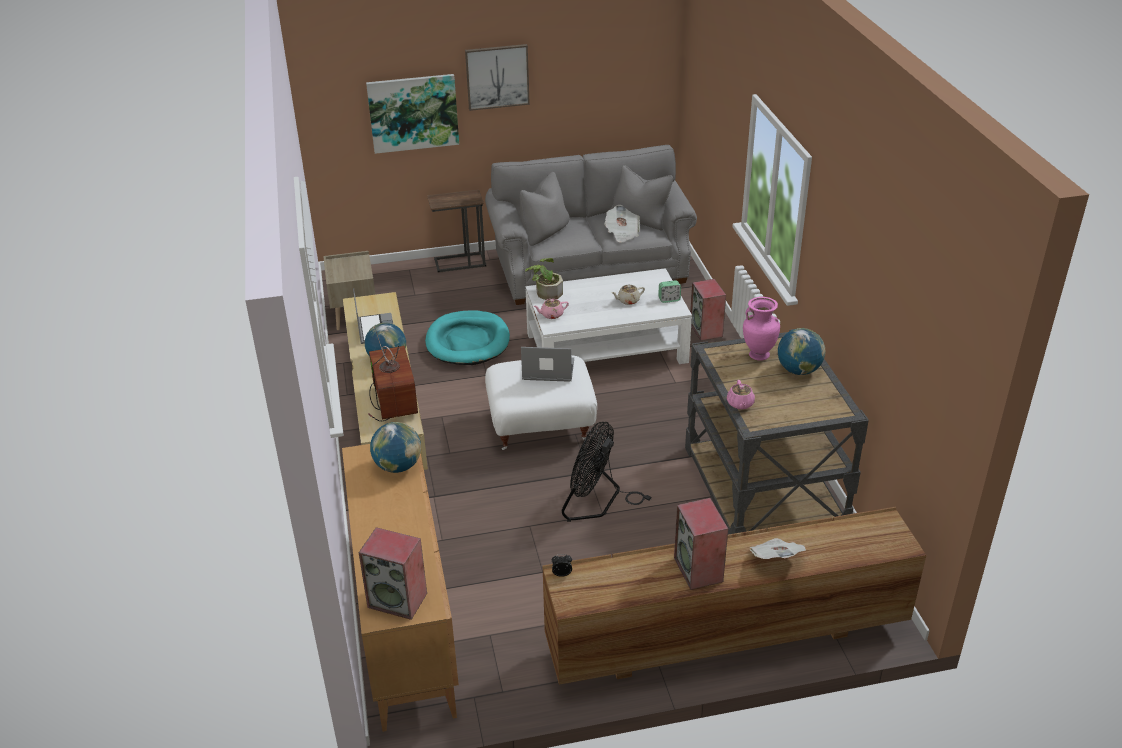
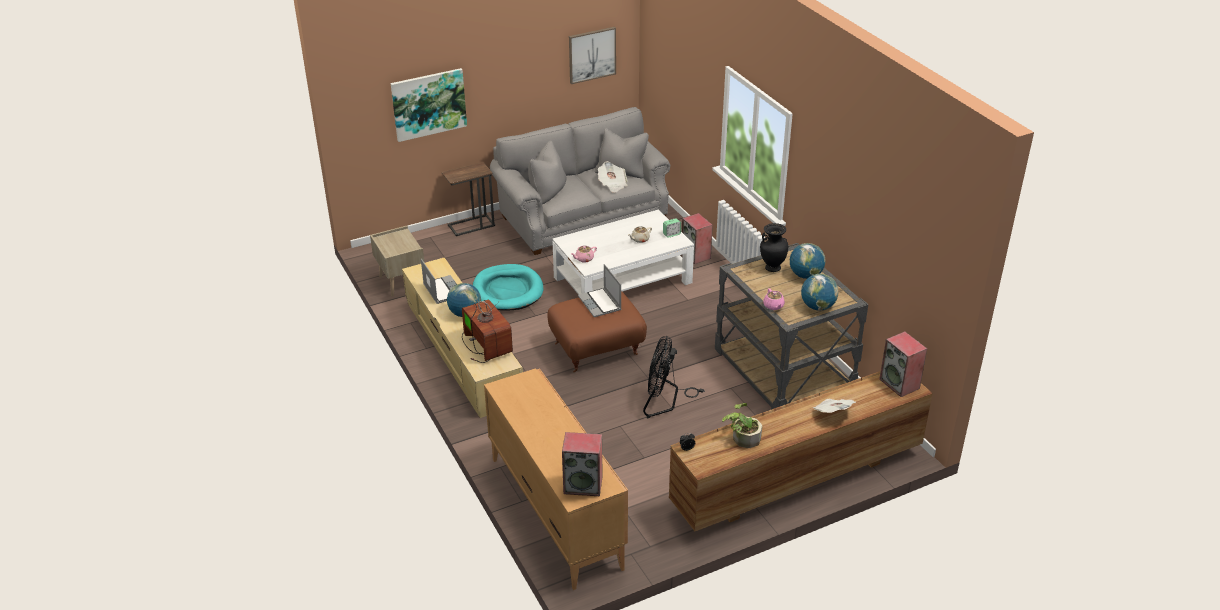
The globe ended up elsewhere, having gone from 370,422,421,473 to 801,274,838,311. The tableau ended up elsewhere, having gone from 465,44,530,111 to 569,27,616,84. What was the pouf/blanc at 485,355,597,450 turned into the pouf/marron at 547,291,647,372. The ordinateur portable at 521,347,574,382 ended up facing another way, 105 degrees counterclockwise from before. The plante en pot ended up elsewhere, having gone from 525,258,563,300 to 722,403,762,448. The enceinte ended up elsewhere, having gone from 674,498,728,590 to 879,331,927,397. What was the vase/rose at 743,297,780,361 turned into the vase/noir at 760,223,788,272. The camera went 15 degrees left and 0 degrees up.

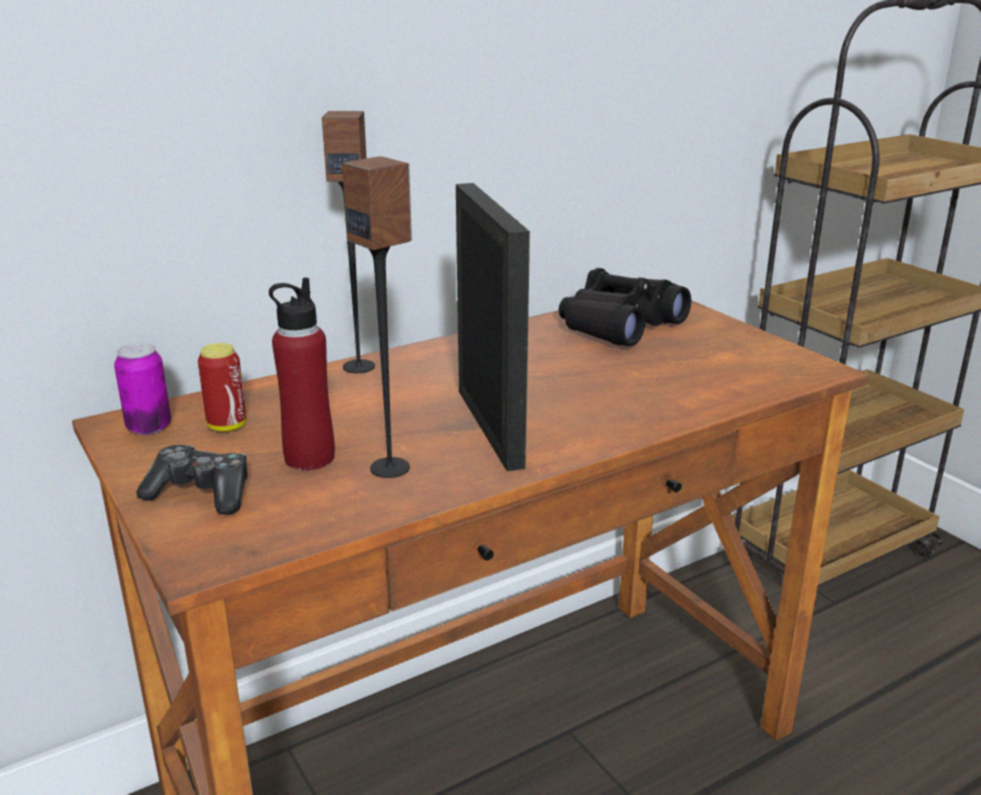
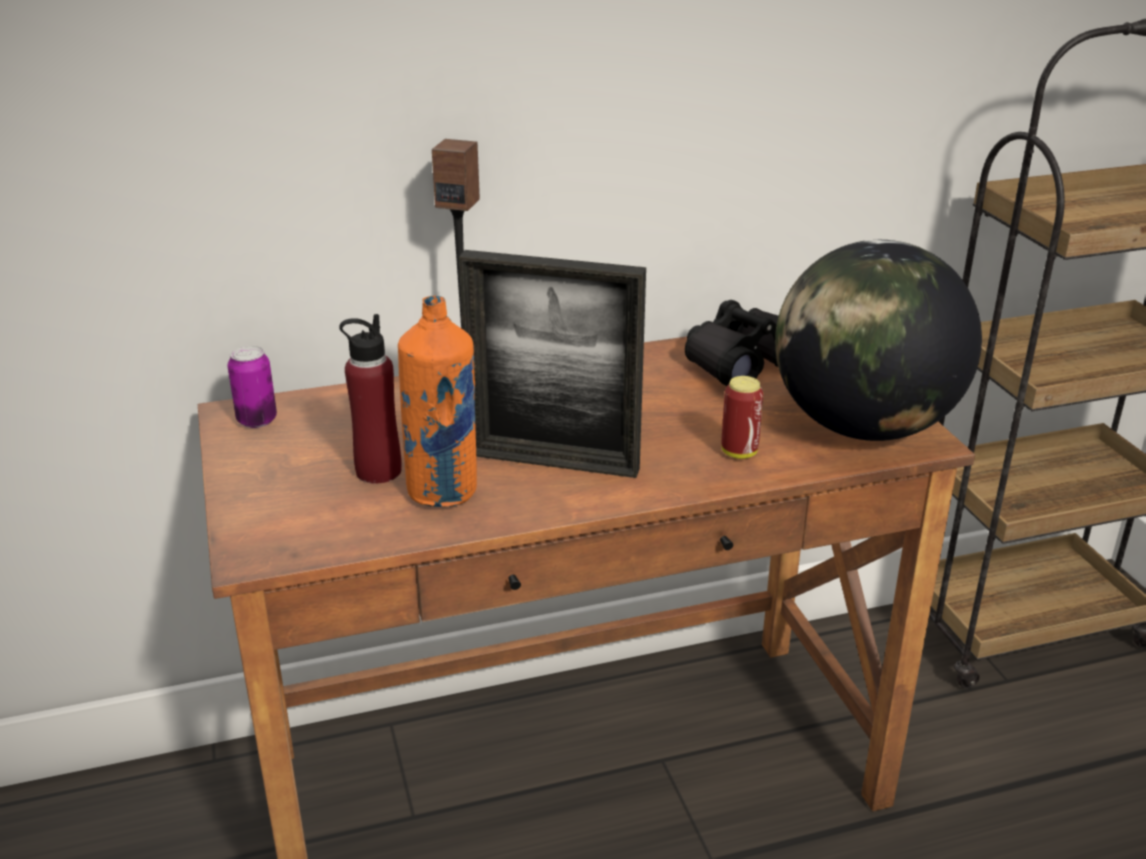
The second view lost the manette at 136,445,248,515. The boîte métallique ended up elsewhere, having gone from 198,343,246,432 to 721,376,763,459. Where the enceinte stood at 342,156,412,478, the bouteille/orange came to stand at 398,296,477,507. The cadre photo at 456,183,530,471 ended up facing another way, 105 degrees clockwise from before. The second view gained the globe at 775,240,982,441. The camera went 15 degrees right and 5 degrees up.

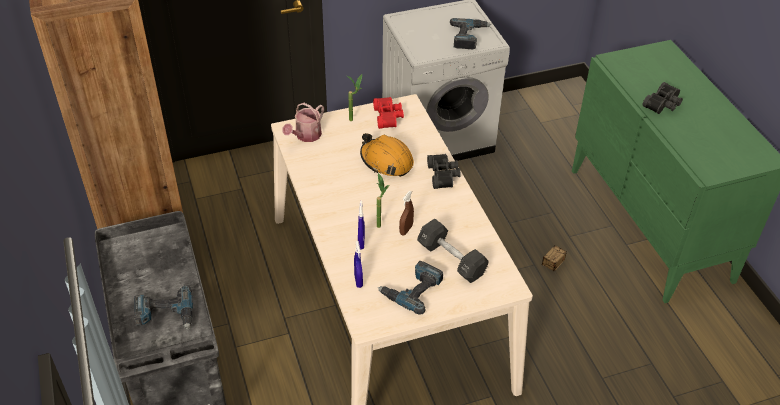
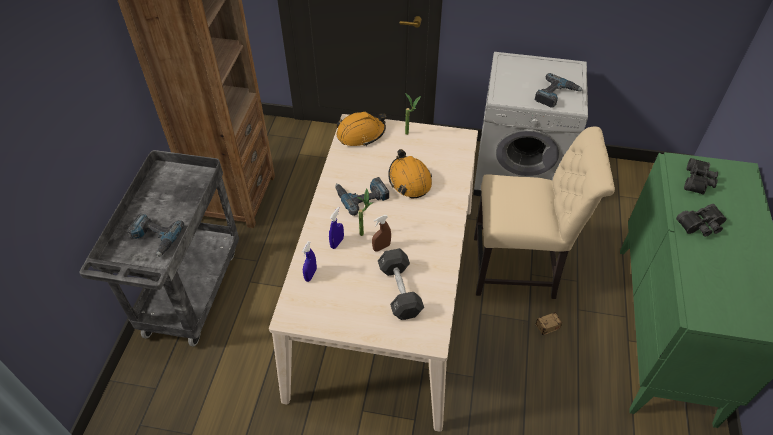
Where the arrosoir stood at 282,103,324,142, the casque de chantier/orange came to stand at 337,112,386,146. The second view lost the jumelles/rouge at 373,97,404,129. The perceuse ended up elsewhere, having gone from 378,261,443,315 to 335,177,389,216. The jumelles/noir ended up elsewhere, having gone from 427,154,461,189 to 684,158,718,195. The second view gained the chaise/beige at 474,126,615,299. The camera went 30 degrees right and 5 degrees up.

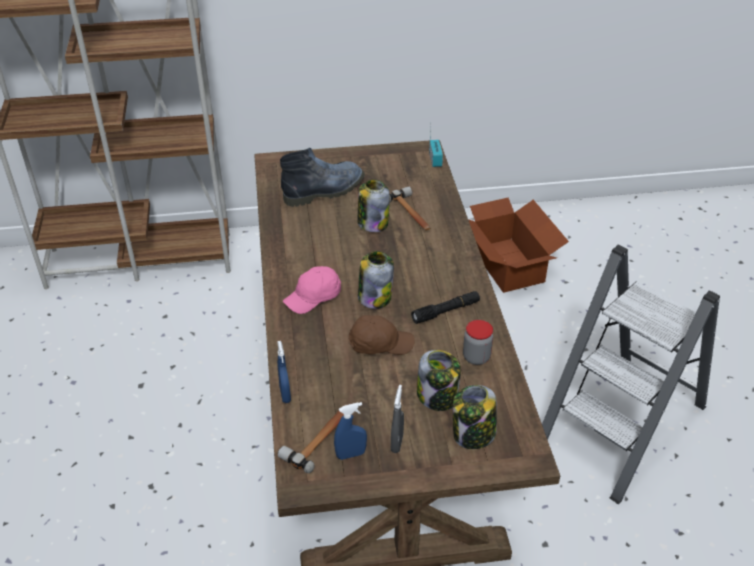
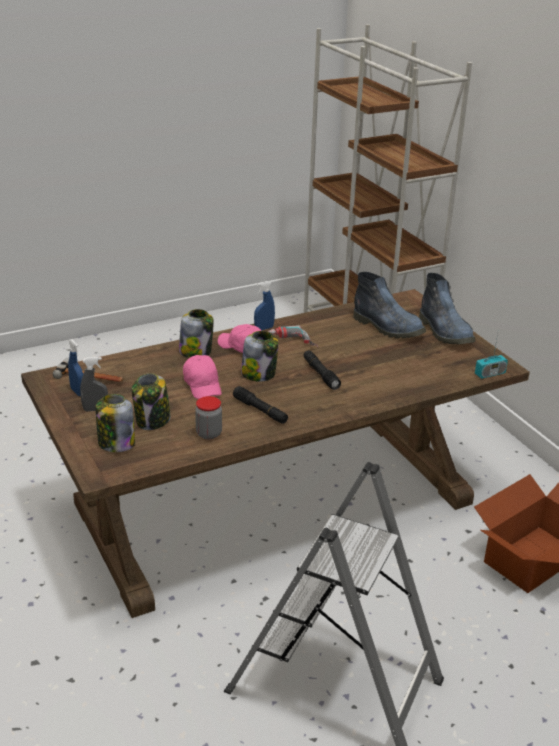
The vaporisateur/bleu ended up elsewhere, having gone from 277,341,291,403 to 254,281,275,330. What was the casquette/marron at 349,315,415,355 turned into the casquette/rose at 183,355,222,399. The bocal ended up elsewhere, having gone from 358,179,390,232 to 179,309,214,358. The second view lost the marteau at 389,187,431,231. The second view gained the perceuse at 268,325,318,348. The second view gained the lampe de poche/noir at 304,350,341,390. The second view gained the botte at 419,273,475,344. The camera went 70 degrees right and 10 degrees down.

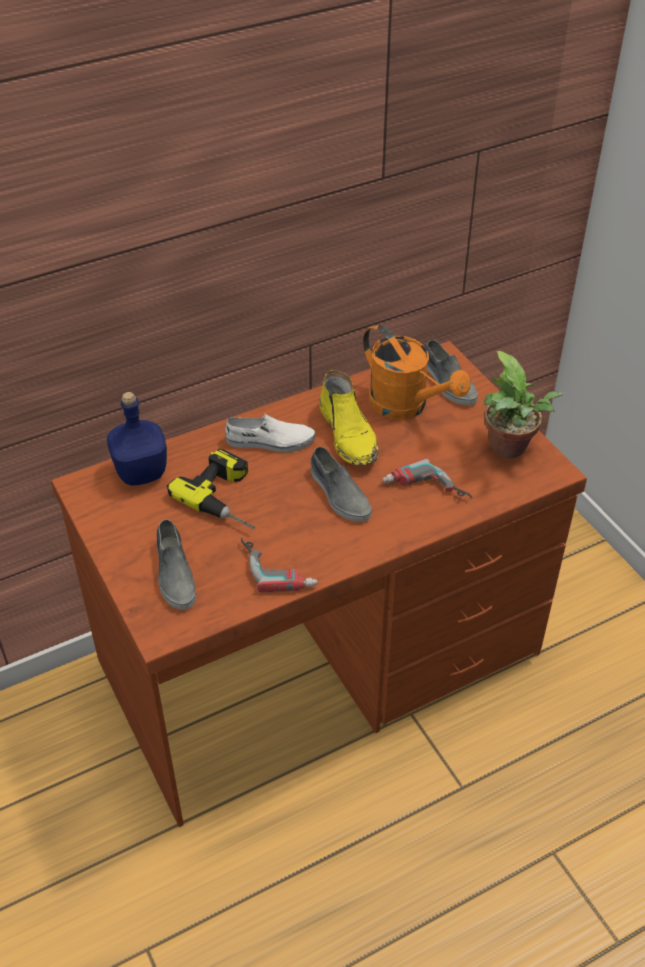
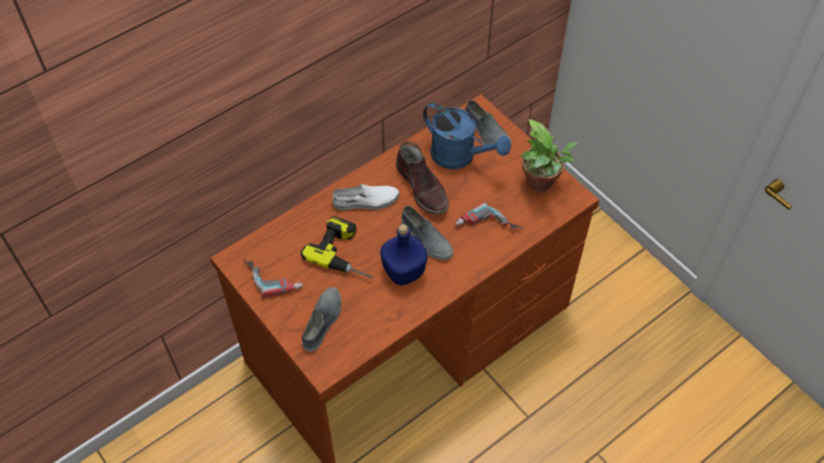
The bouteille/bleu ended up elsewhere, having gone from 107,392,167,485 to 380,224,427,285. The chaussure/gris at 157,519,196,610 ended up facing another way, 135 degrees counterclockwise from before. The perceuse ended up elsewhere, having gone from 241,538,318,593 to 244,258,303,298. What was the botte/jaune at 319,370,378,465 turned into the botte/marron at 396,141,449,215. What was the arrosoir/orange at 363,324,470,419 turned into the arrosoir/bleu at 423,103,511,170. The camera went 10 degrees left and 10 degrees up.

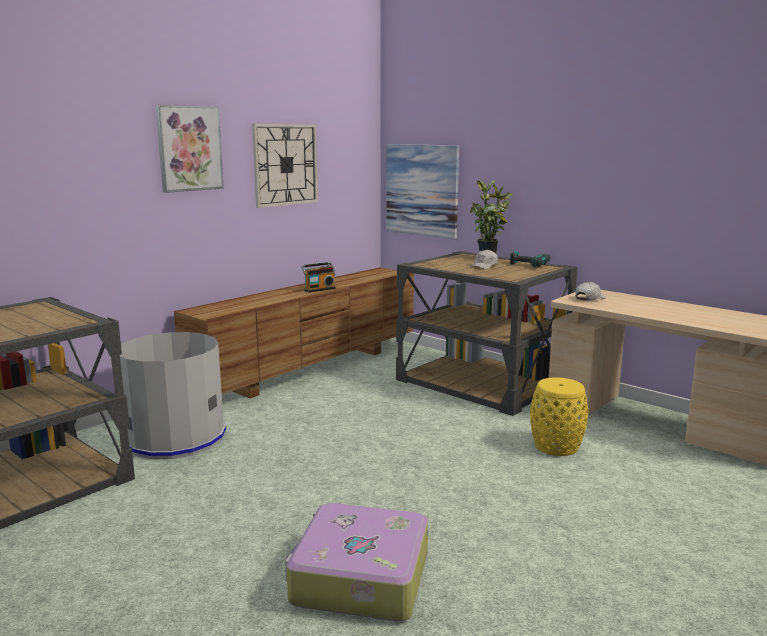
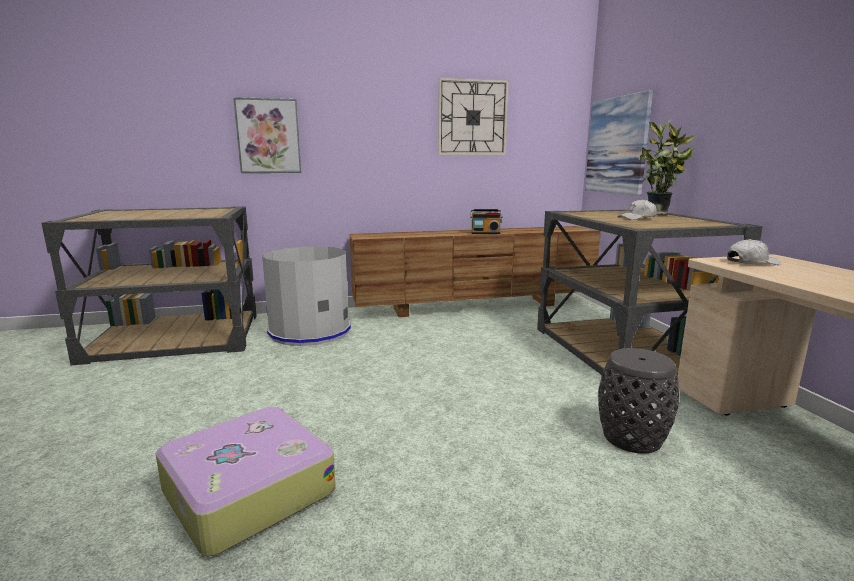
The tableau ended up elsewhere, having gone from 156,105,224,193 to 233,97,301,173. The second view lost the perceuse at 510,251,551,267. What was the tabouret/jaune at 530,377,588,456 turned into the tabouret/gris at 598,348,679,453. The camera went 35 degrees right and 0 degrees up.

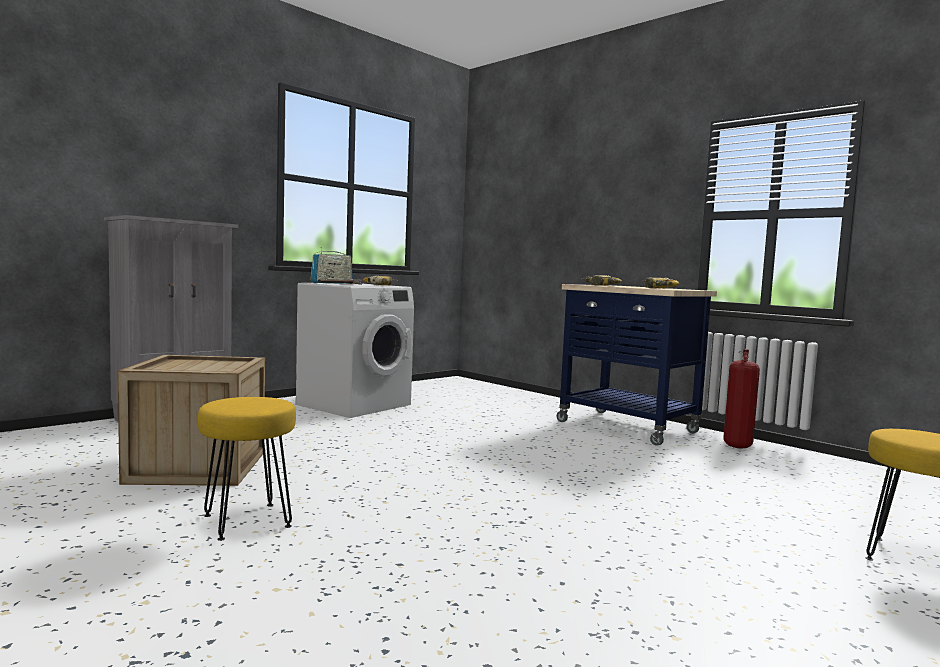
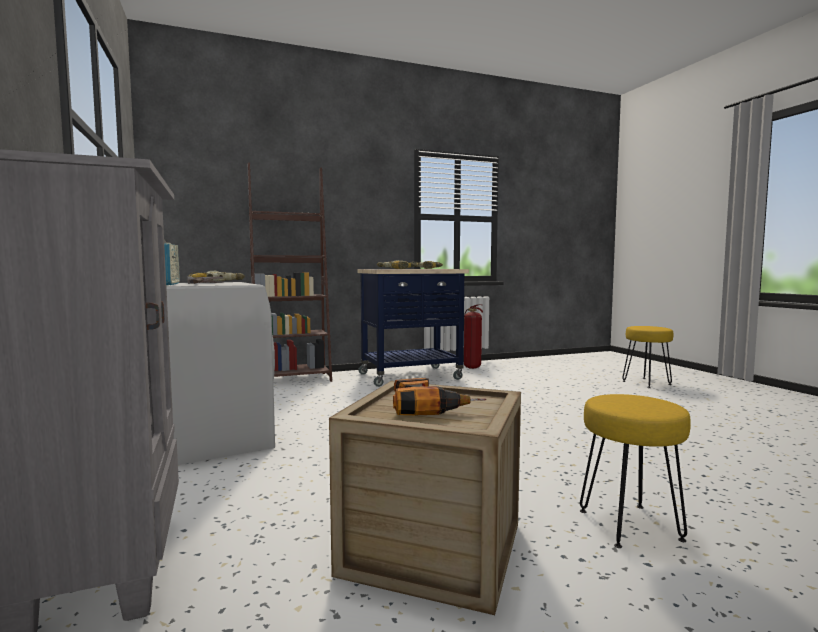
The second view gained the bibliothèque/marron at 248,162,332,382. The second view gained the perceuse at 393,378,486,415. The camera went 65 degrees left and 0 degrees up.

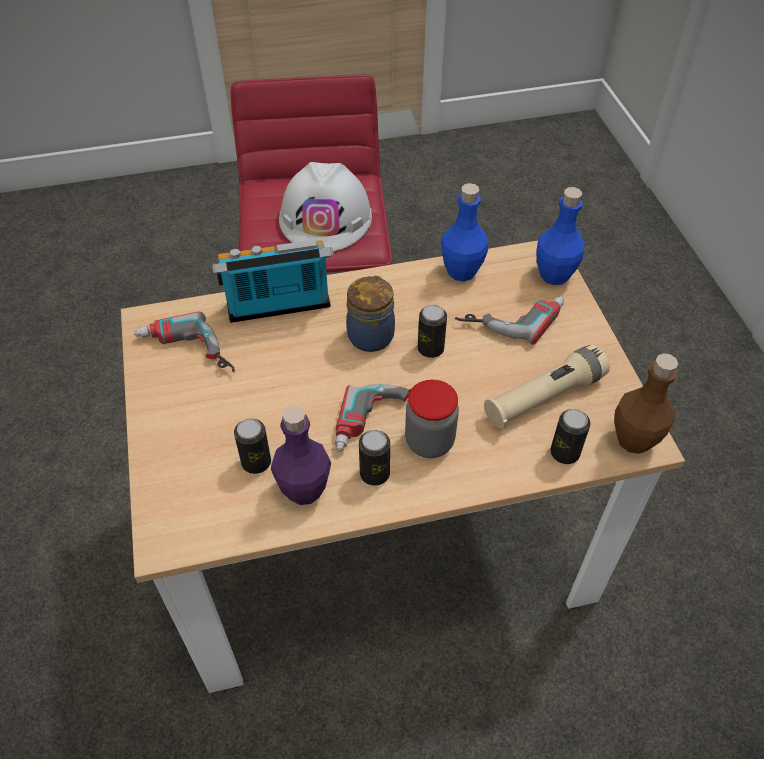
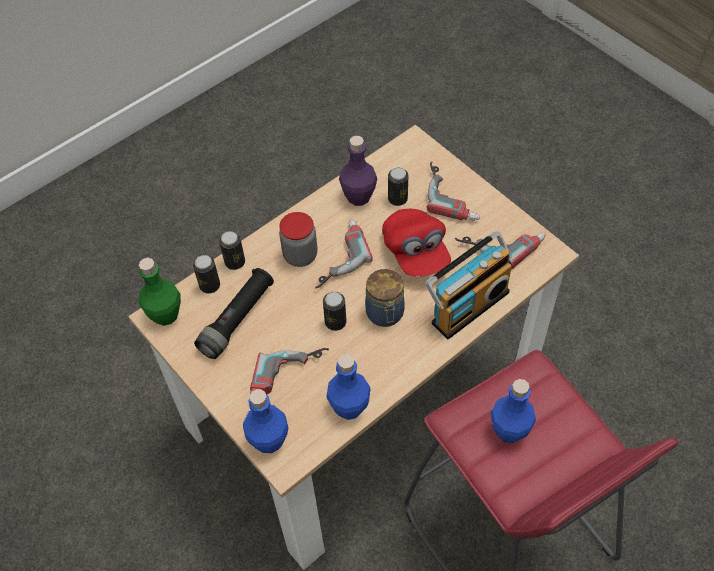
Where the casque de chantier/blanc stood at 279,162,372,251, the bouteille/bleu came to stand at 491,379,536,443. The boîte métallique ended up elsewhere, having gone from 359,430,390,486 to 219,231,245,270. What was the lampe de poche/beige at 484,344,610,429 turned into the lampe de poche/noir at 194,268,274,359. What was the bouteille/marron at 614,353,678,454 turned into the bouteille/vert at 138,258,181,326. The second view gained the casquette/rouge at 382,209,451,277. The second view gained the perceuse at 427,161,480,221. The camera went 155 degrees right and 5 degrees up.

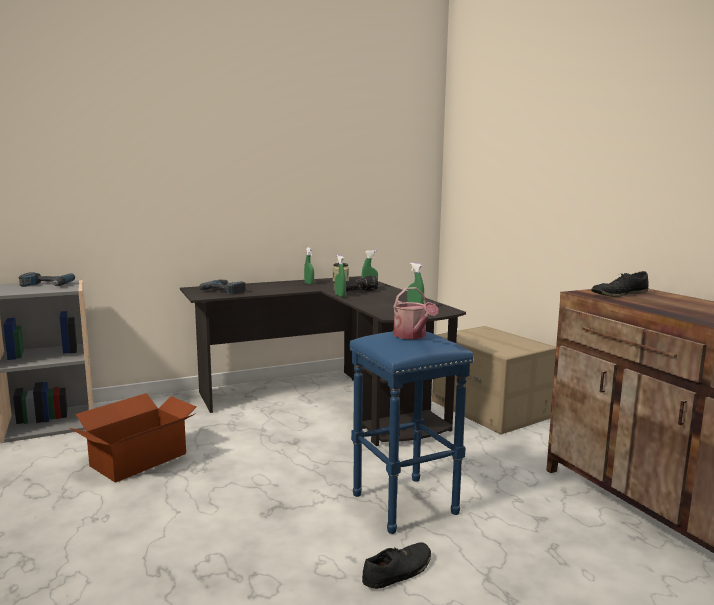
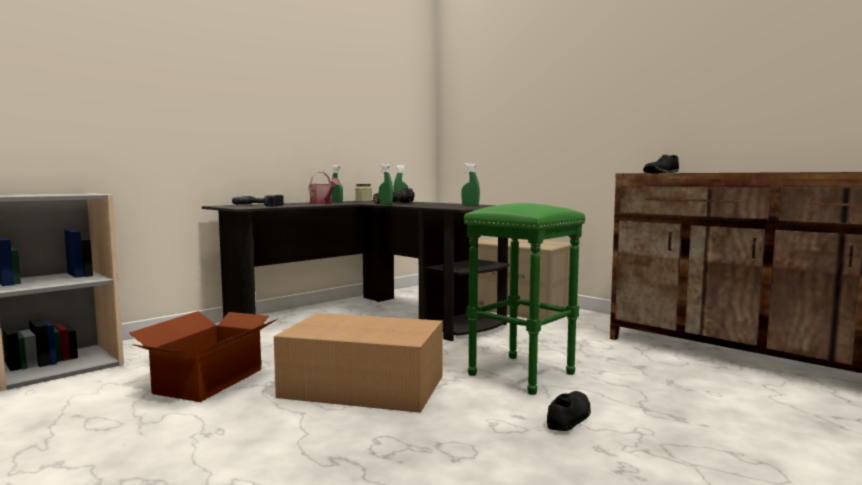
The second view lost the perceuse at 19,272,75,287. What was the tabouret/bleu at 349,331,474,534 turned into the tabouret/vert at 464,203,585,395. The arrosoir ended up elsewhere, having gone from 393,287,438,339 to 308,172,340,204. The second view gained the carton at 274,313,443,413. The camera went 20 degrees left and 5 degrees down.

